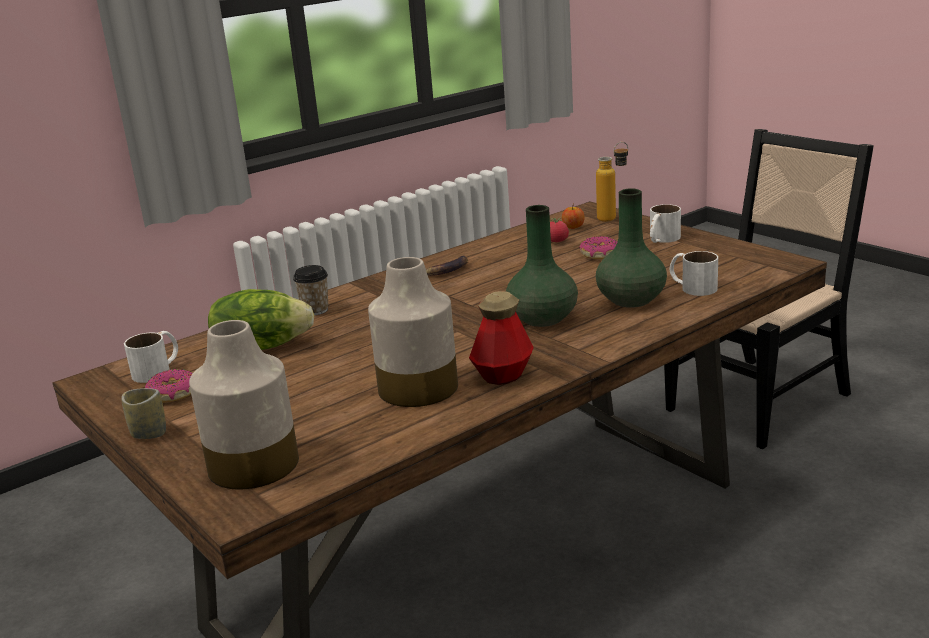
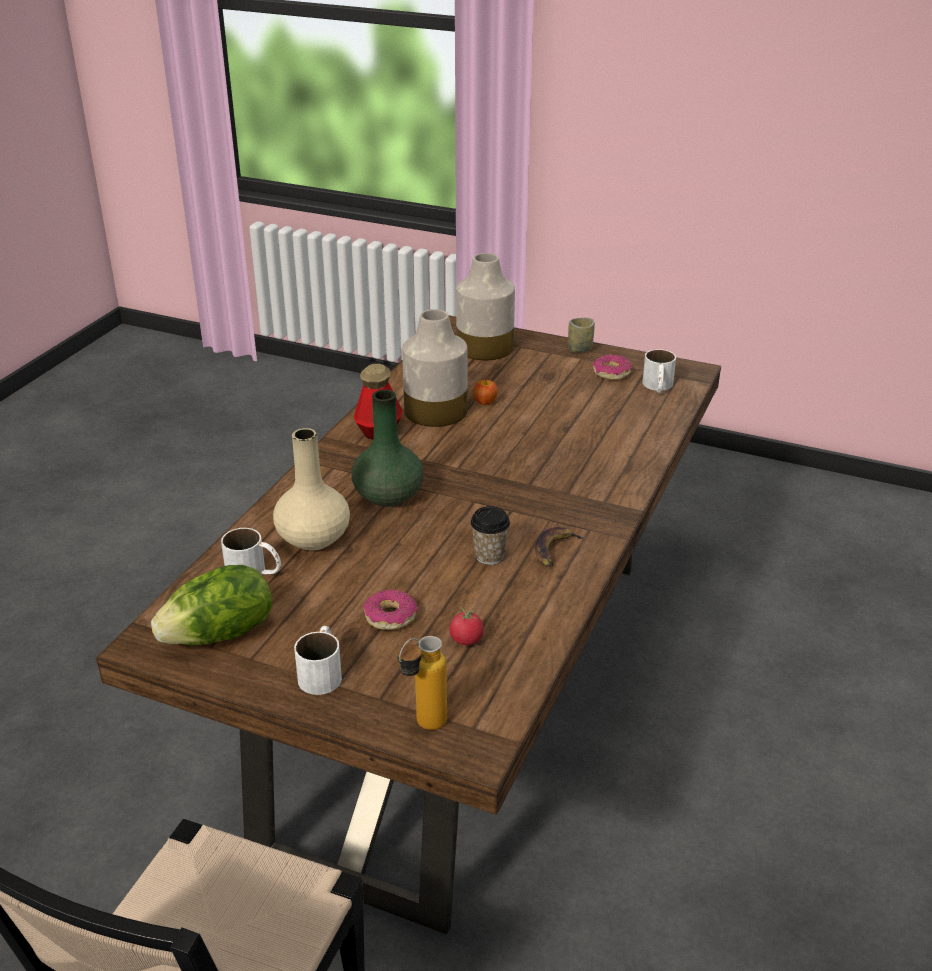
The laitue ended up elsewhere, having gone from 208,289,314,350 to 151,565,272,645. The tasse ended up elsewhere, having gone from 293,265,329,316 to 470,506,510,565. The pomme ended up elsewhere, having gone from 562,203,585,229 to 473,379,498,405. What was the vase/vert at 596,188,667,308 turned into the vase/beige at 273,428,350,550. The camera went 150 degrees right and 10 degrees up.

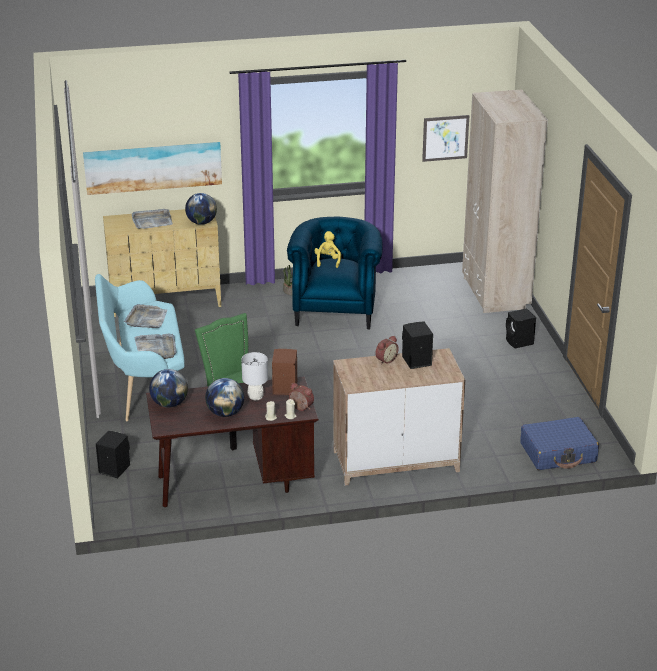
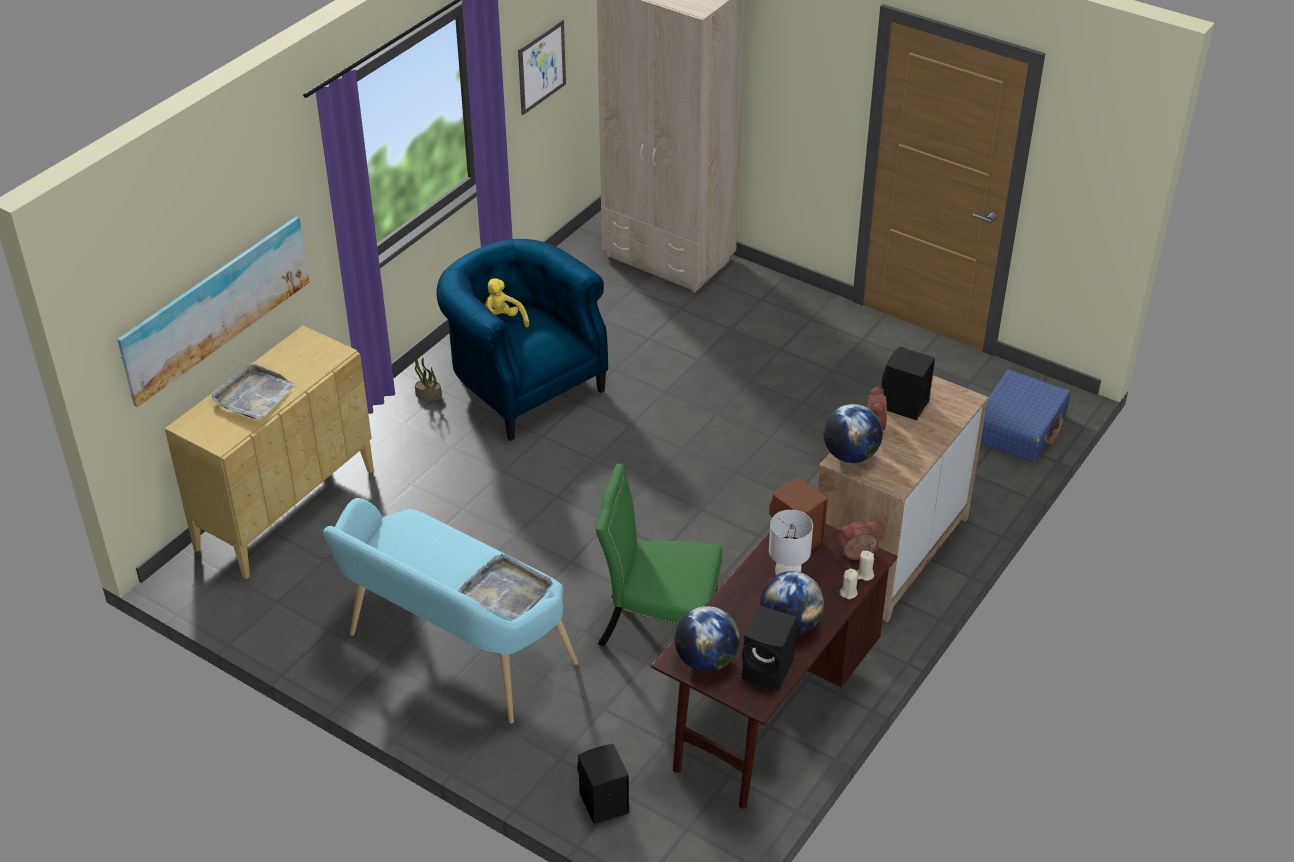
The second view lost the plateau/gris at 124,304,167,328. The globe ended up elsewhere, having gone from 185,193,217,225 to 823,404,883,463. The enceinte/noir ended up elsewhere, having gone from 506,308,536,349 to 742,606,797,690. The camera went 45 degrees left and 10 degrees up.

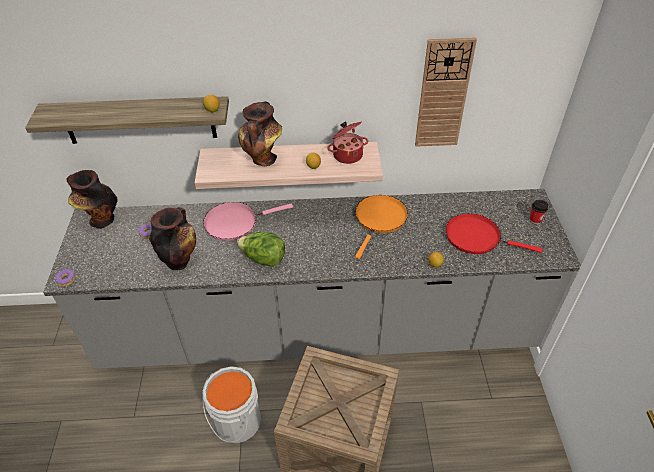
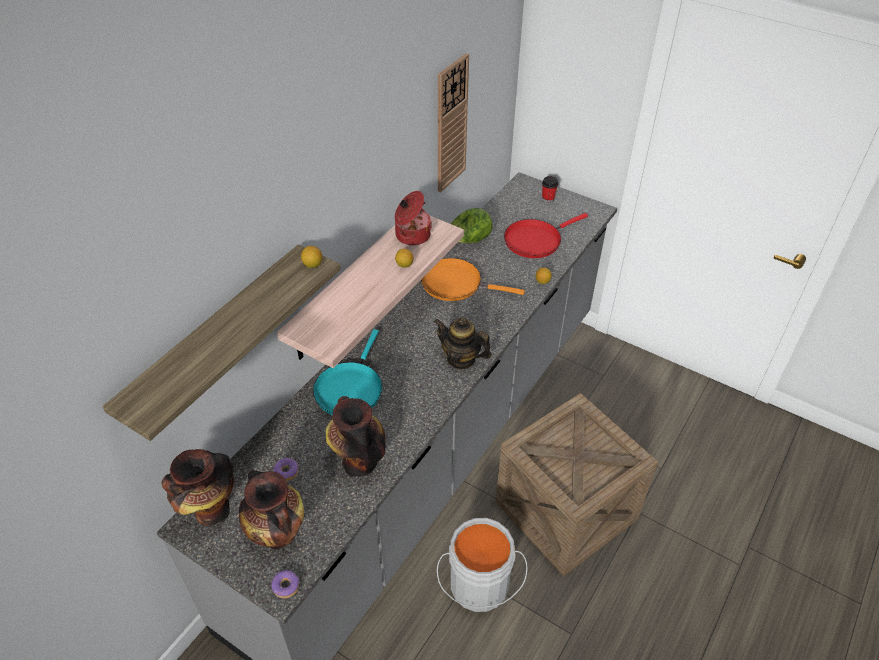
What was the poêle/rose at 203,202,293,241 turned into the poêle/turquoise at 313,329,382,415. The laitue ended up elsewhere, having gone from 237,232,285,267 to 451,208,493,243. The vase ended up elsewhere, having gone from 238,101,282,166 to 239,470,304,549. The poêle/orange at 355,195,408,259 ended up facing another way, 45 degrees counterclockwise from before. The second view gained the théière at 434,317,492,369. The camera went 55 degrees left and 0 degrees up.

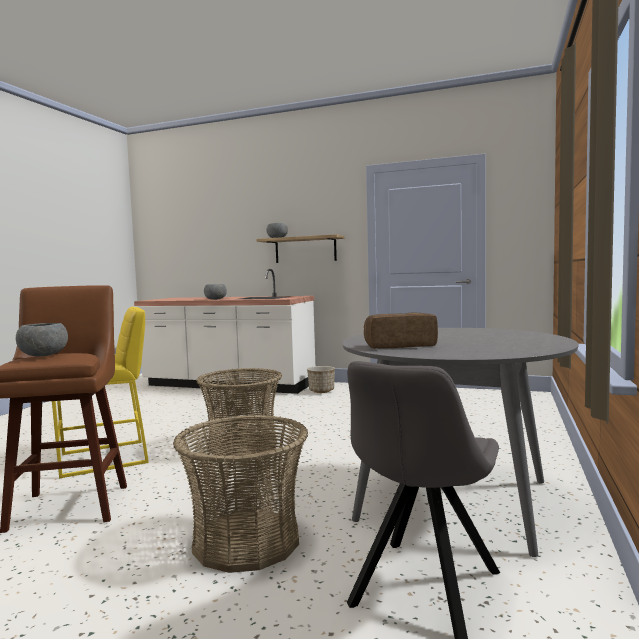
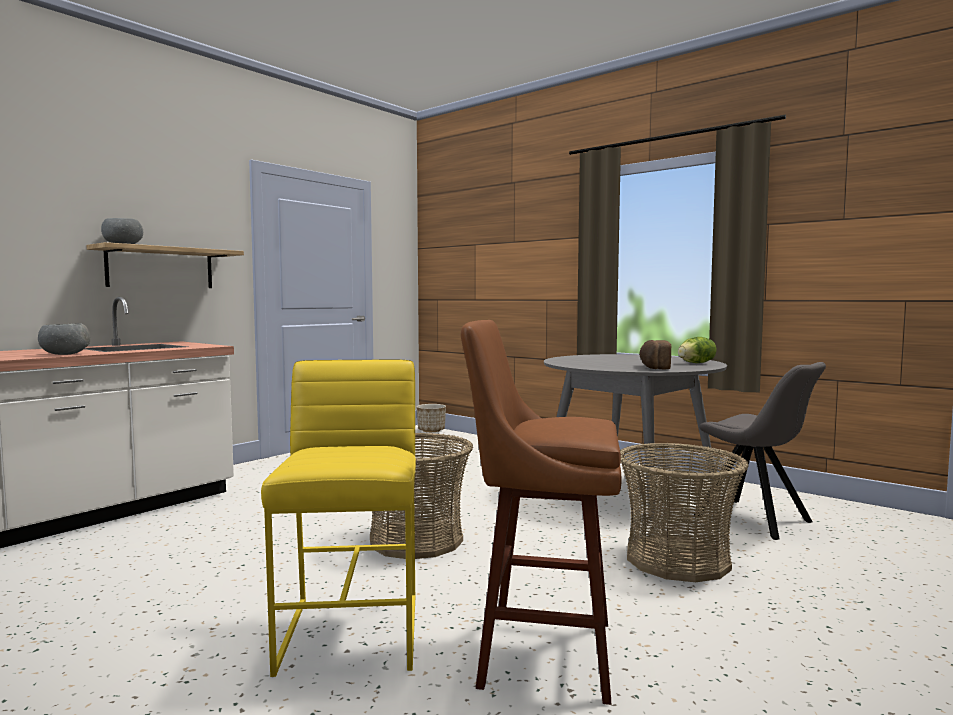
The second view lost the bol/gris at 16,323,68,356. The cache-pot ended up elsewhere, having gone from 307,366,335,393 to 416,404,446,432. The second view gained the laitue at 678,337,716,363. The camera went 70 degrees left and 0 degrees up.

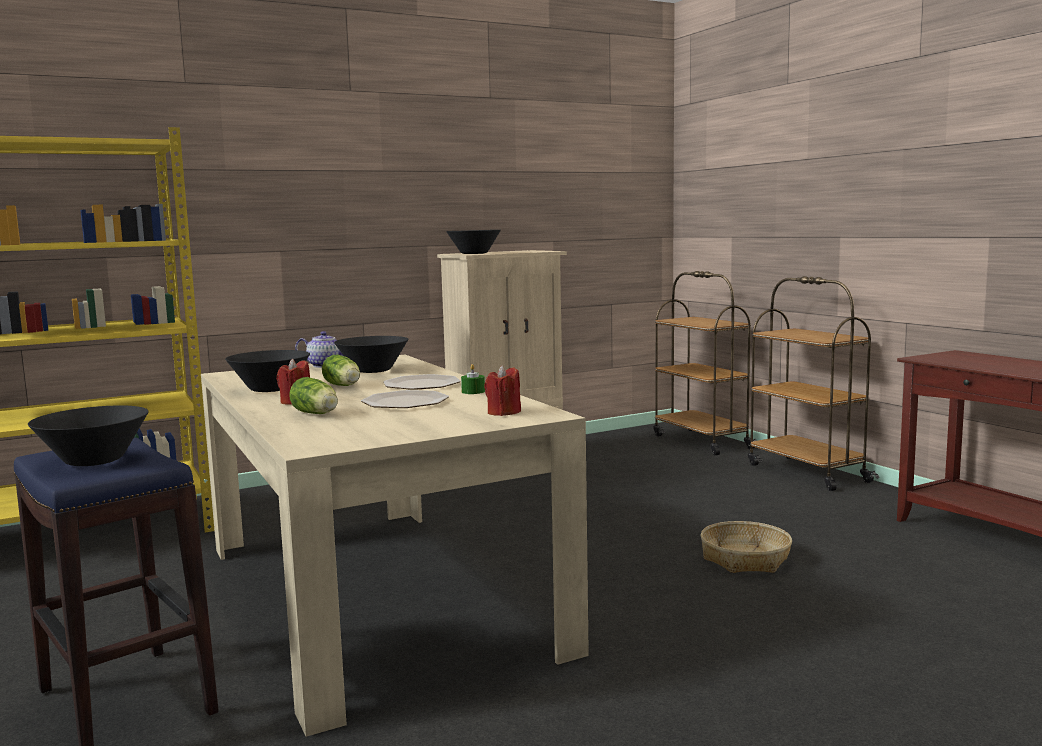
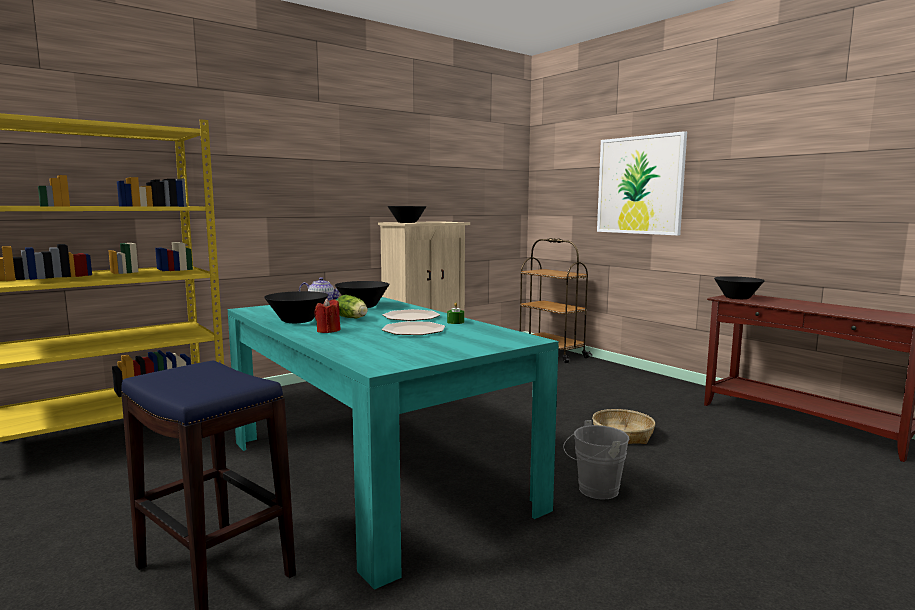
The bol/noir ended up elsewhere, having gone from 28,405,149,466 to 714,276,765,299. What was the table à manger/beige at 201,355,589,737 turned into the table à manger/turquoise at 228,297,559,590. The second view lost the laitue at 289,377,338,414. The second view lost the bougie/rouge at 484,365,521,416. The second view lost the chariot/marron at 748,276,880,491. The second view gained the seau/gris at 563,420,629,500. The second view gained the tableau at 597,131,687,236. The camera went 10 degrees left and 0 degrees up.

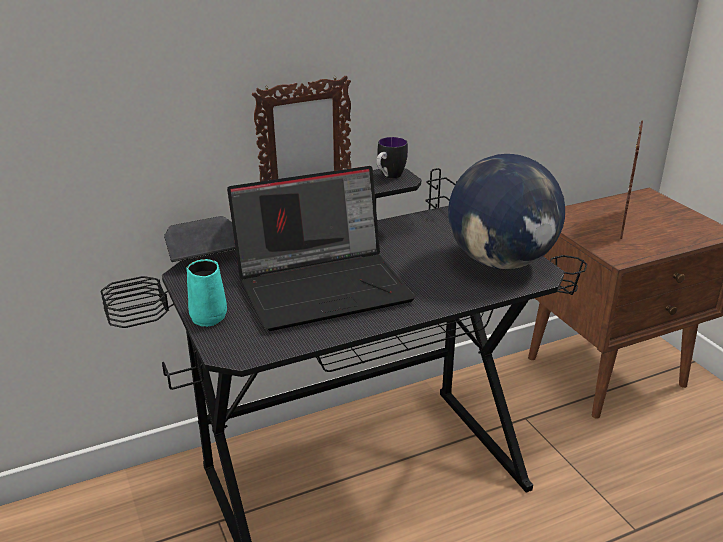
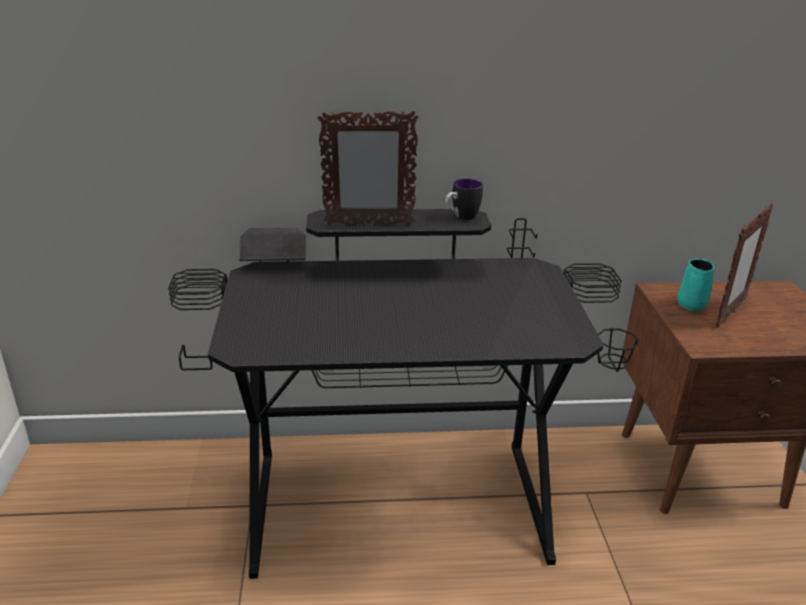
The mug/turquoise ended up elsewhere, having gone from 186,259,227,327 to 677,258,714,311. The second view lost the ordinateur portable at 227,166,415,331. The second view lost the globe at 448,154,565,269. The camera went 20 degrees right and 0 degrees up.

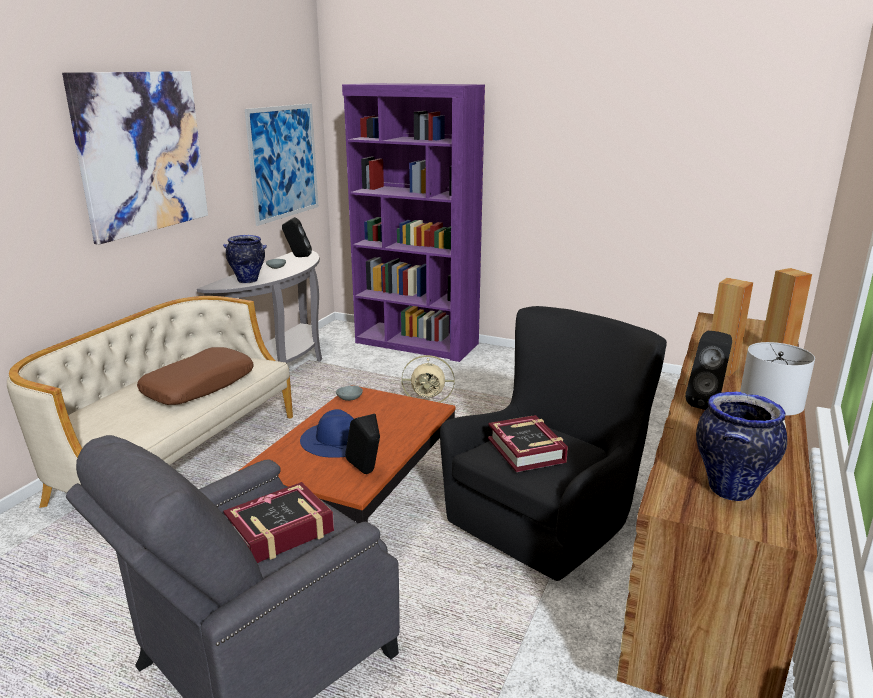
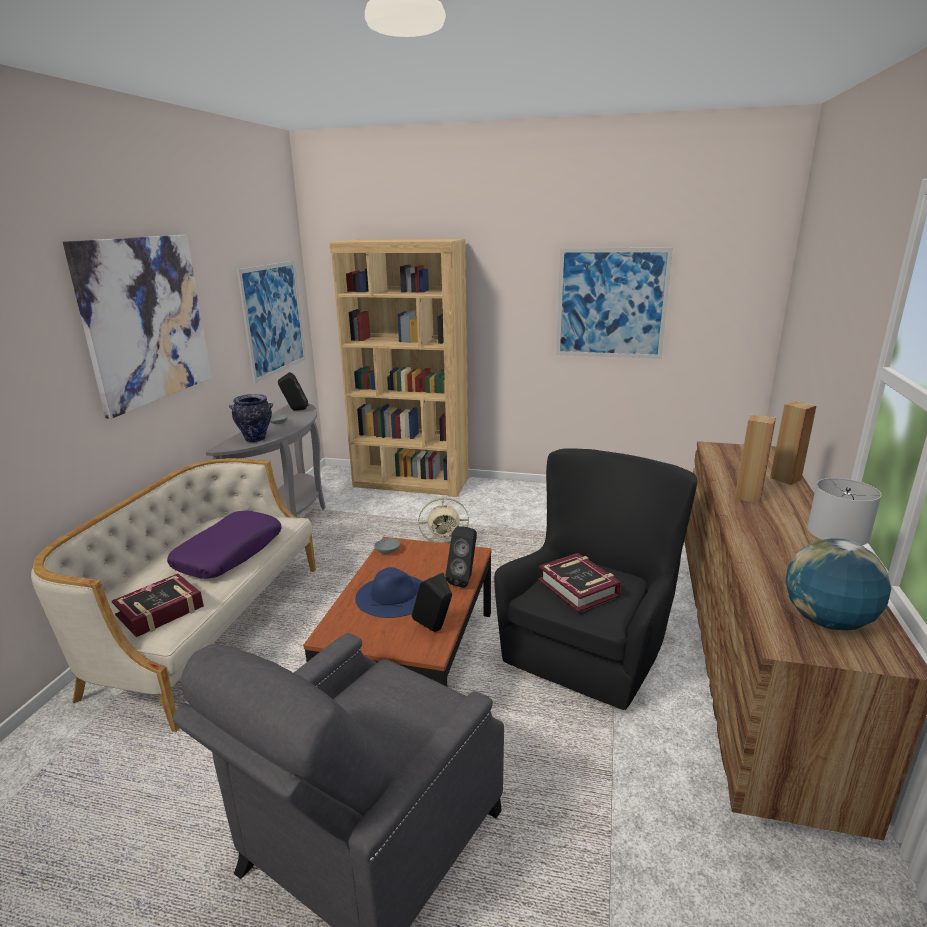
What was the coussin/marron at 137,347,254,405 turned into the coussin/violet at 167,511,282,579. The livre ended up elsewhere, having gone from 223,482,334,563 to 112,574,204,637. What was the bibliothèque/violet at 342,83,485,362 turned into the bibliothèque/marron at 329,239,469,497. The enceinte/noir ended up elsewhere, having gone from 685,331,732,410 to 446,526,477,588. Where the vase stood at 696,392,787,501, the globe came to stand at 786,538,891,630. The second view gained the tableau at 556,248,673,359. The camera went 10 degrees left and 0 degrees up.

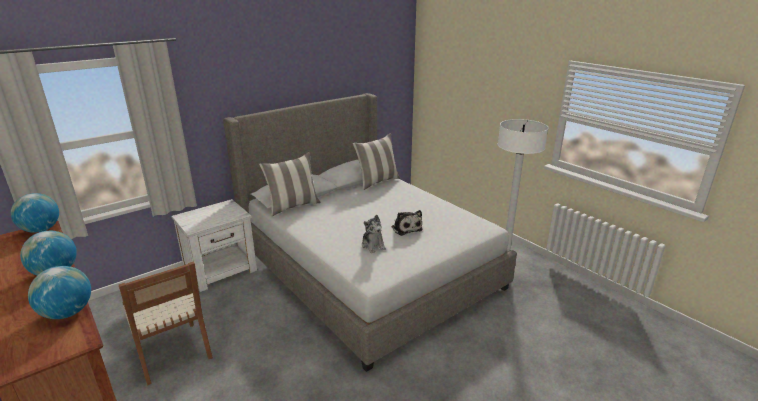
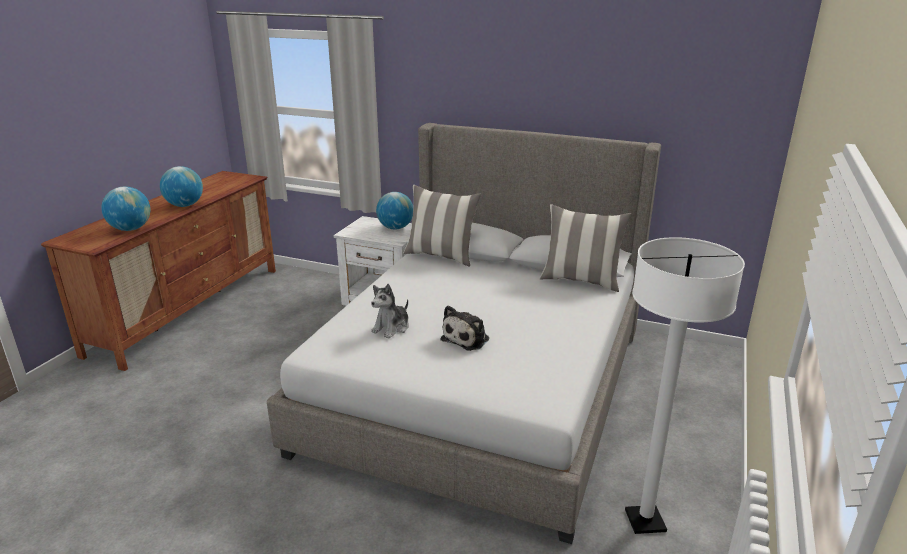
The globe ended up elsewhere, having gone from 11,193,59,233 to 376,192,413,230. The second view lost the chaise at 119,261,213,385. The camera went 60 degrees right and 0 degrees up.

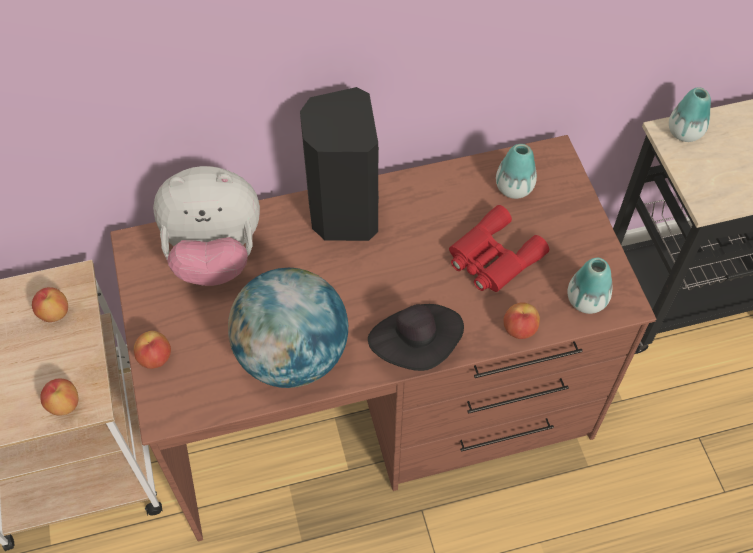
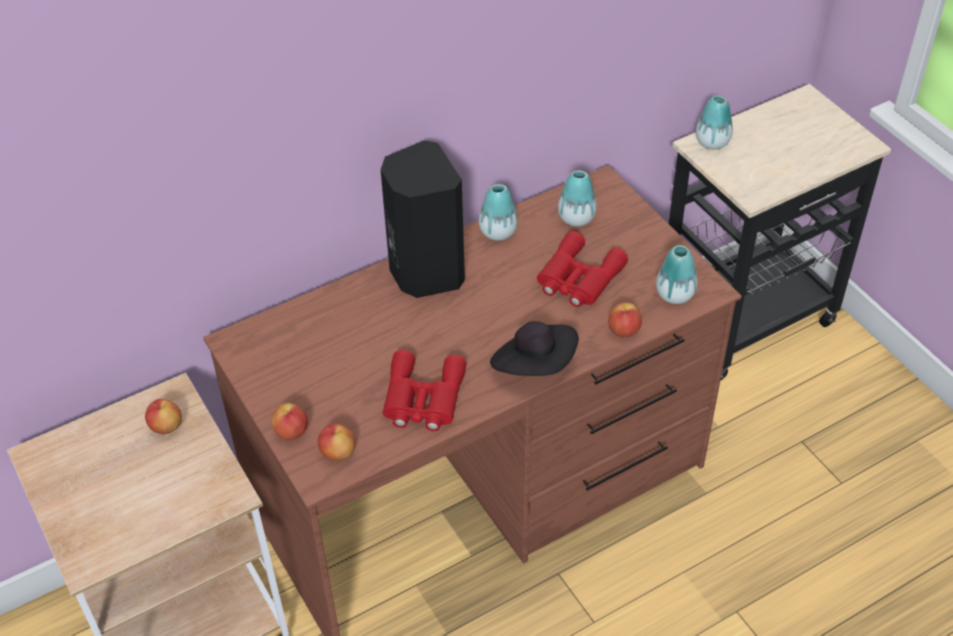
The pomme ended up elsewhere, having gone from 40,379,79,416 to 318,423,355,461. The second view lost the peluche at 153,166,260,286. Where the globe stood at 228,268,348,388, the jumelles/rouge came to stand at 383,350,467,431. The second view gained the vase at 479,184,518,241. The camera went 15 degrees left and 10 degrees down.

